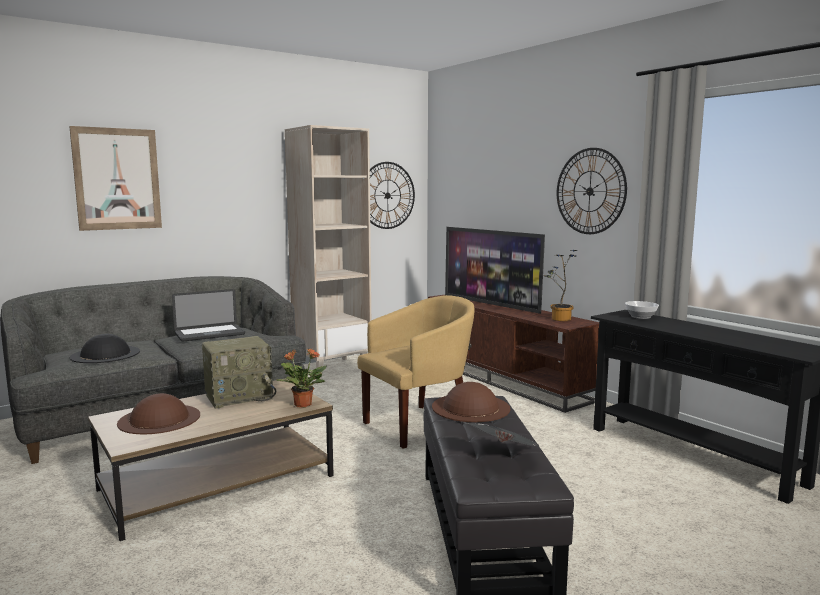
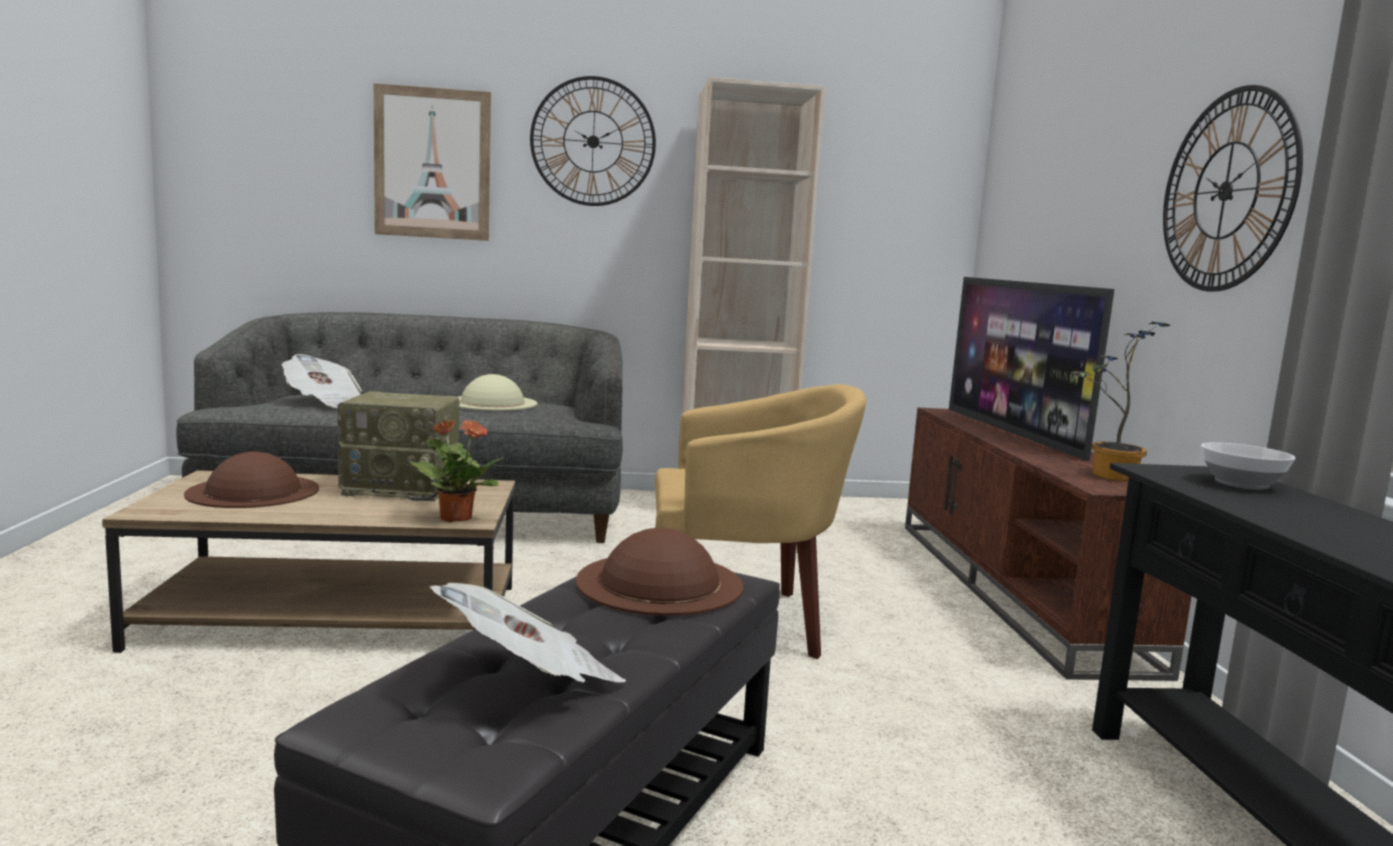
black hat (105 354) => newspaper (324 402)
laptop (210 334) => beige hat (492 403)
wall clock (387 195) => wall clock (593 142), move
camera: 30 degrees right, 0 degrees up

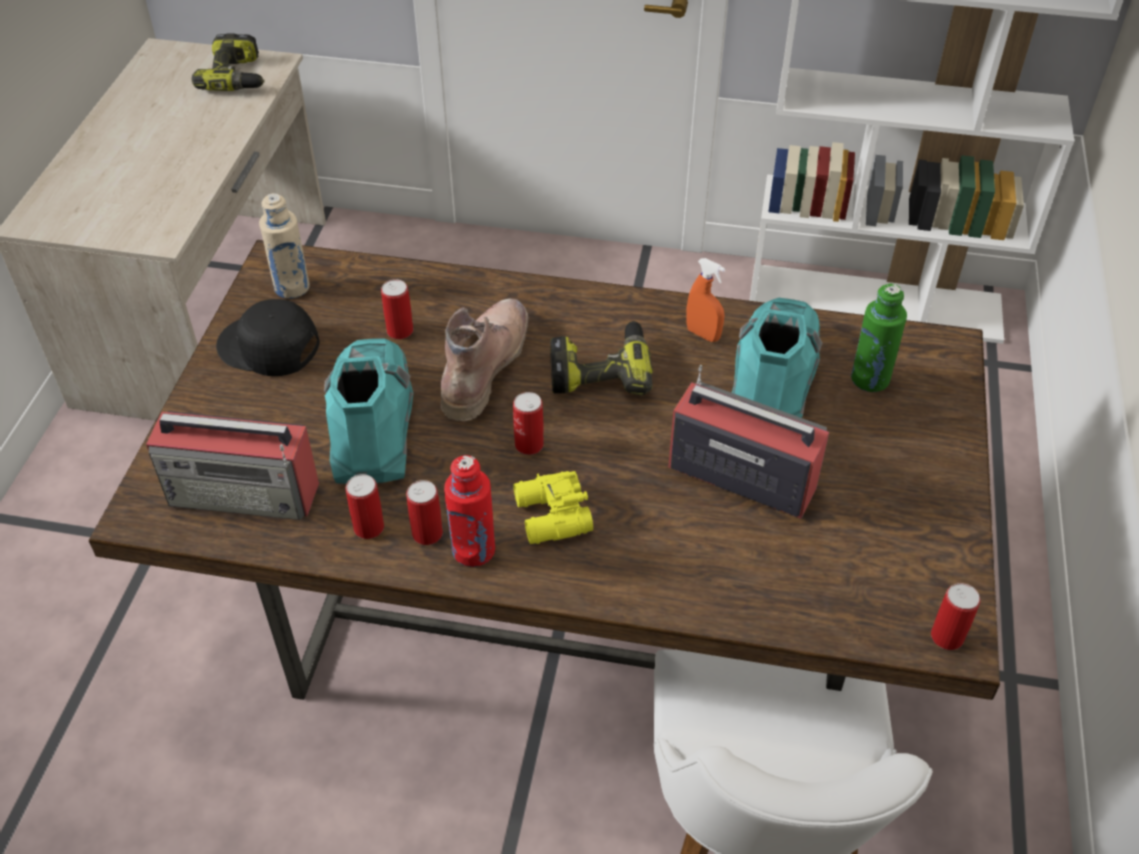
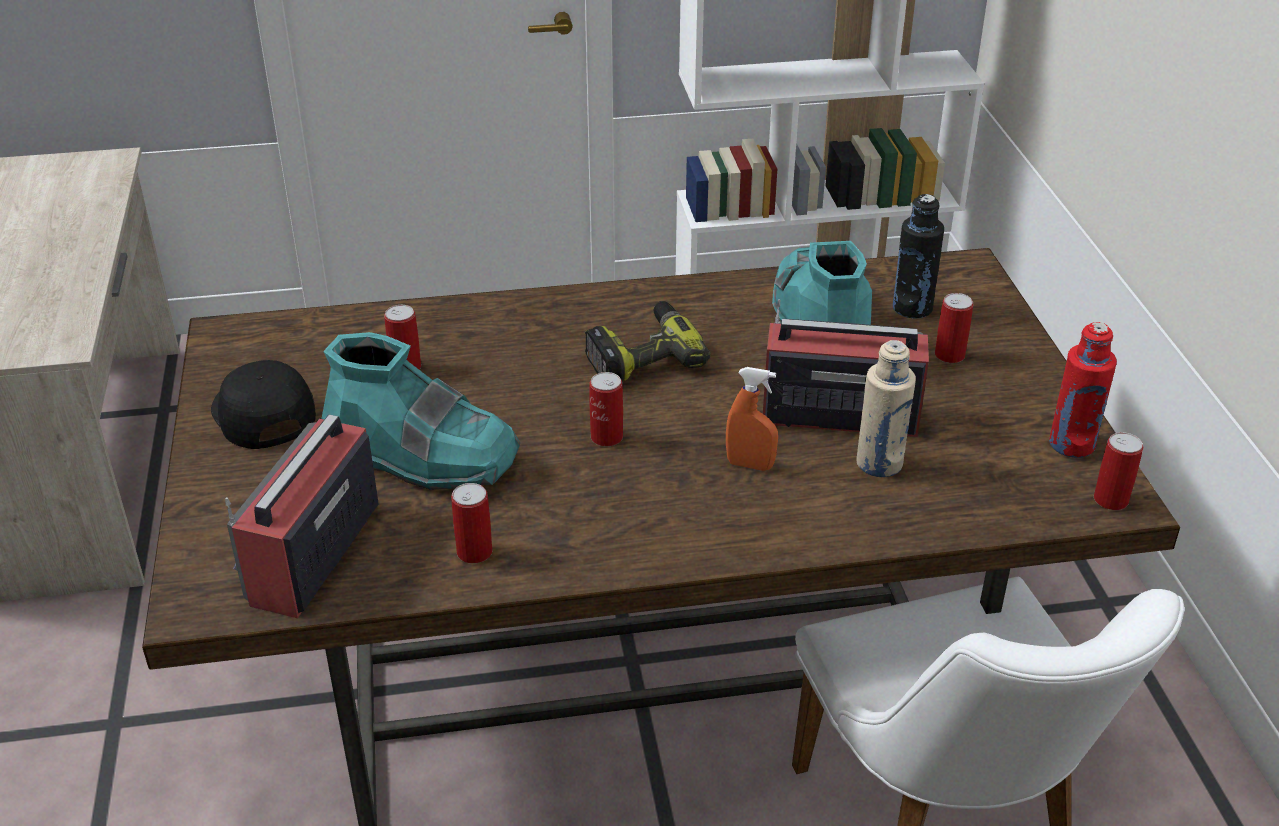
radio (245 493) => radio (312 555), 120 degrees clockwise
power drill (237 77) => nothing
black cap (268 347) => black cap (261 413), 60 degrees clockwise
beige bottle (292 287) => beige bottle (879 463), move
turquoise boot (371 423) => turquoise boot (422 457), 135 degrees clockwise
can (427 533) => can (949 355), move
brown boot (484 365) => nothing
red bottle (473 550) => red bottle (1071 444), move
yellow binoculars (551 517) => nothing
orange spray bottle (703 334) => orange spray bottle (750 465), move
green bottle (870 379) => black bottle (912 308)
camera: 20 degrees left, 10 degrees down

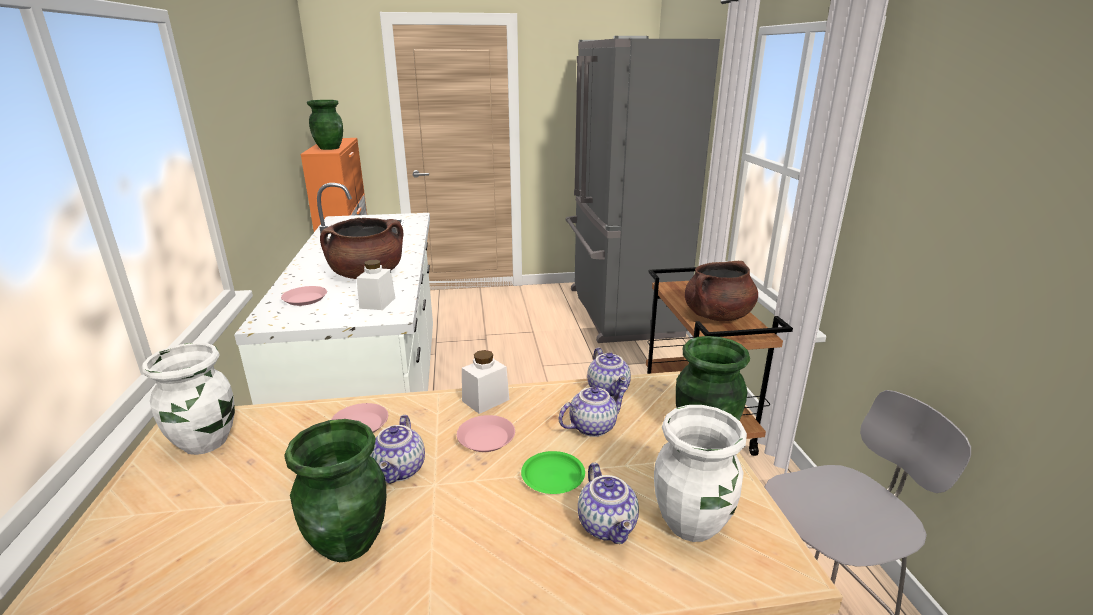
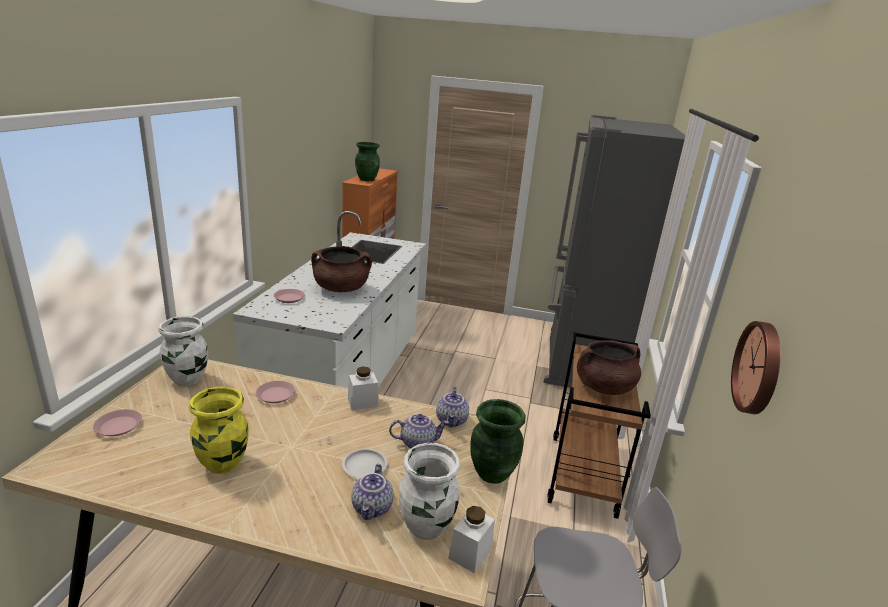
green vase (350 543) => yellow vase (223 463)
white jar (377 303) => white jar (470 553), move
teapot (400 470) => nothing
pink plate (486 438) => pink plate (119 426), move
green plate (553 476) => white plate (364 466)
nothing => wall clock (760 368)
camera: 20 degrees right, 0 degrees up

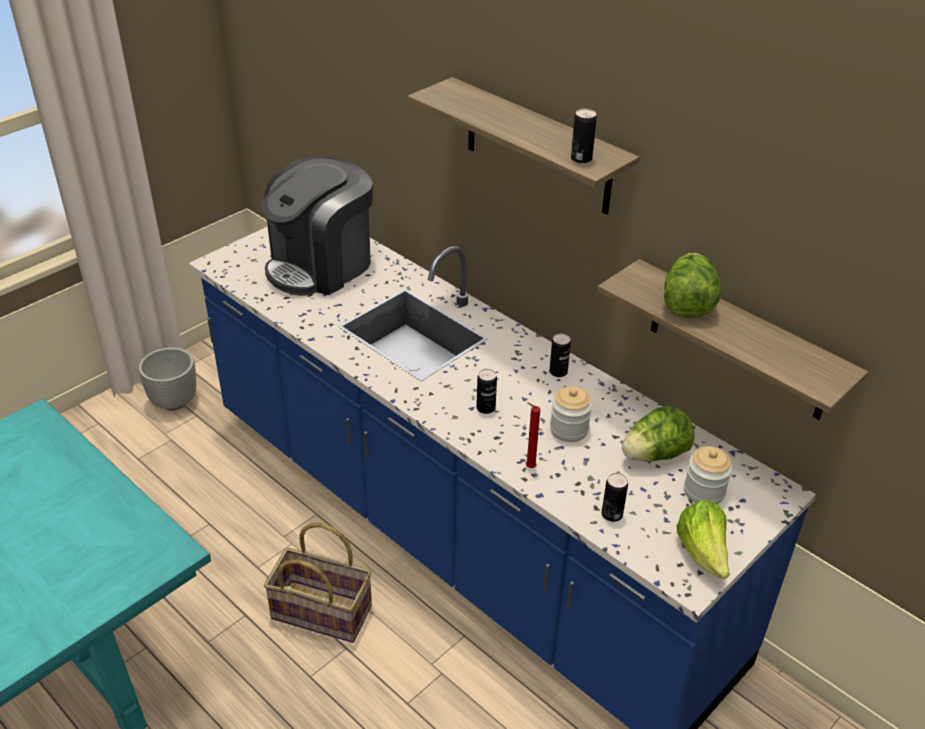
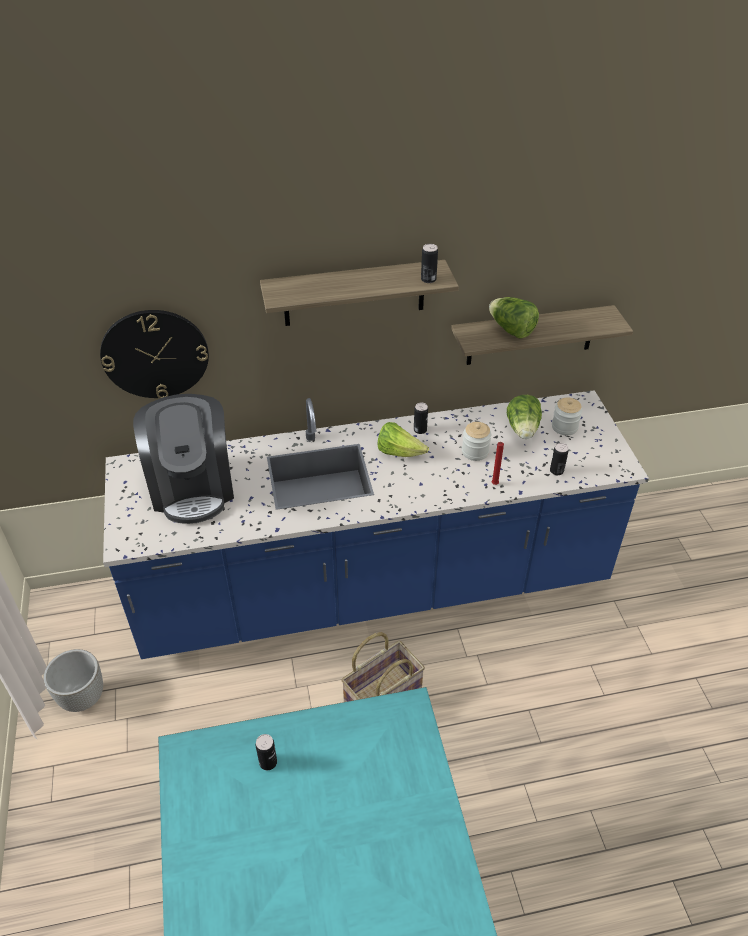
can (485 408) => can (268 762), move
lettuce (703 553) => lettuce (399 452), move
nothing => wall clock (155 354)
camera: 55 degrees left, 5 degrees up

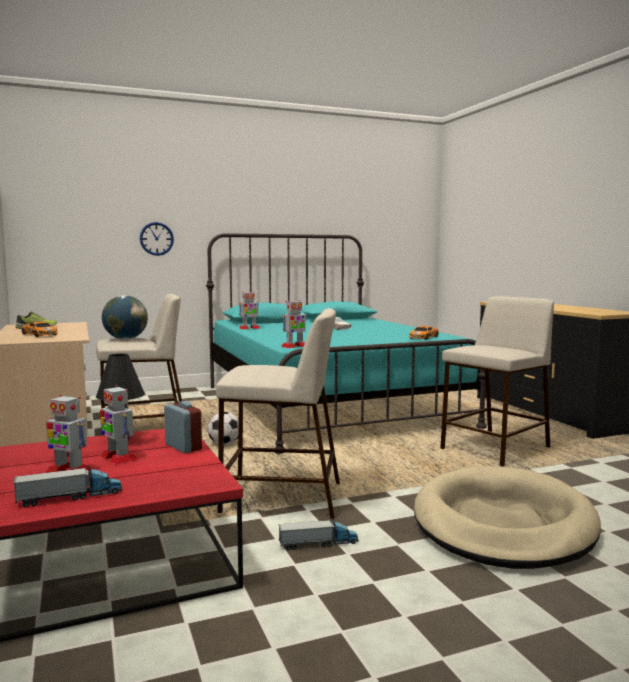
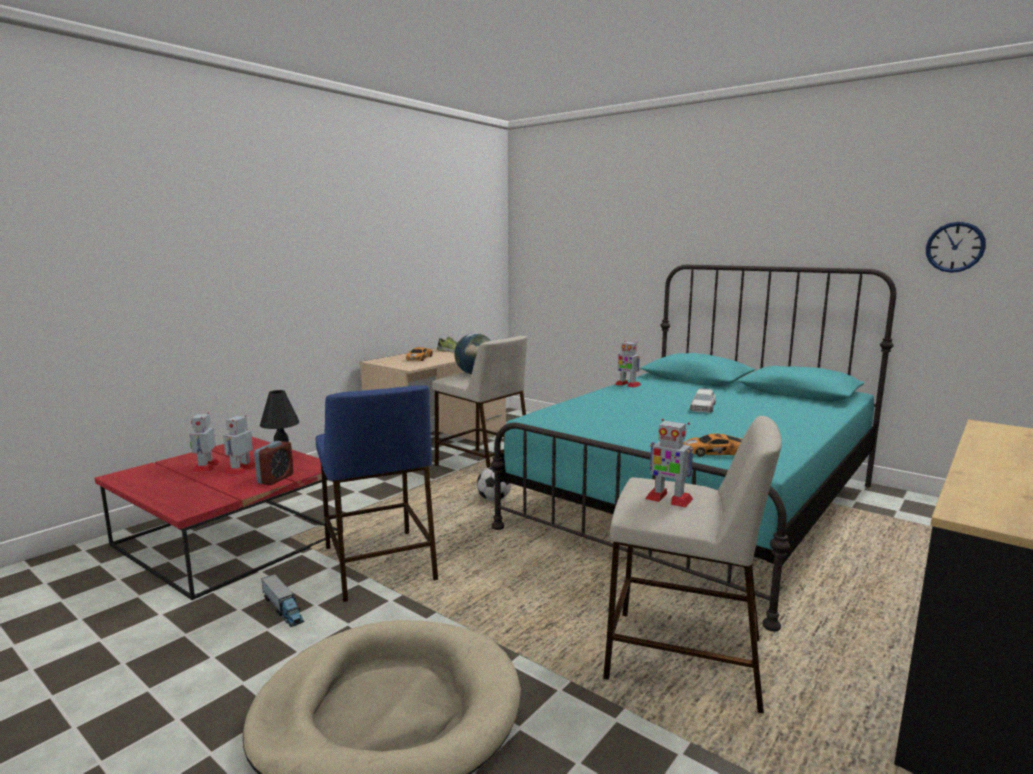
toy truck (70 497) => nothing
wall clock (156 238) => wall clock (955 247), move
beige stool (280 498) => blue stool (378 563)
toy robot (294 346) => toy robot (668 499), move
camera: 60 degrees right, 5 degrees up

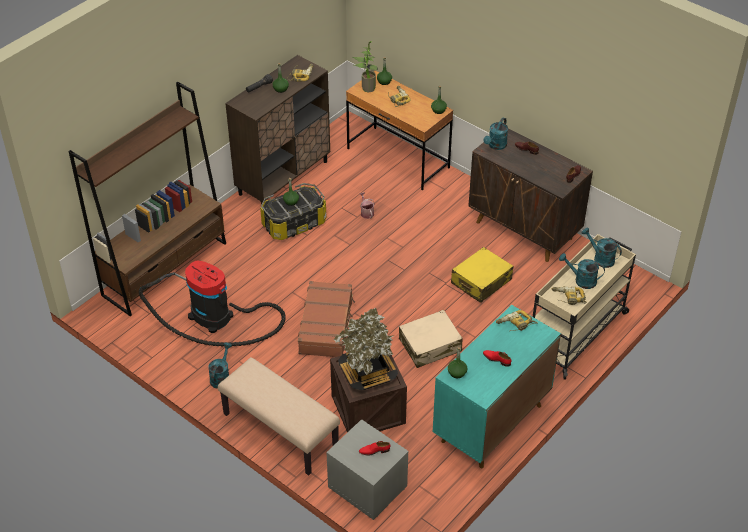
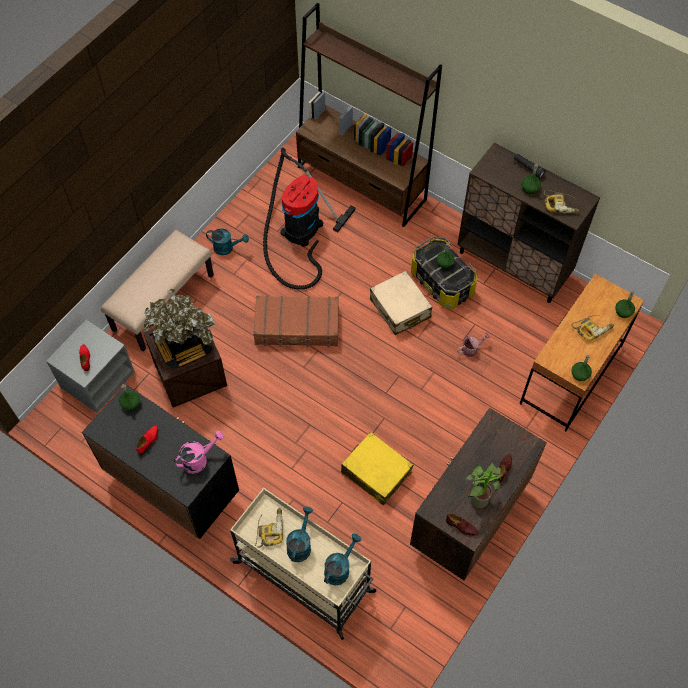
potted plant (366 88) => potted plant (478 497), move
beige suitcase (430 345) => beige suitcase (400 308), move
turquoise cabinet (491 424) => black cabinet (172 487)
turquoise watering can (496 146) => nothing
power drill (515 325) => pink watering can (199 459)
camera: 85 degrees right, 15 degrees up

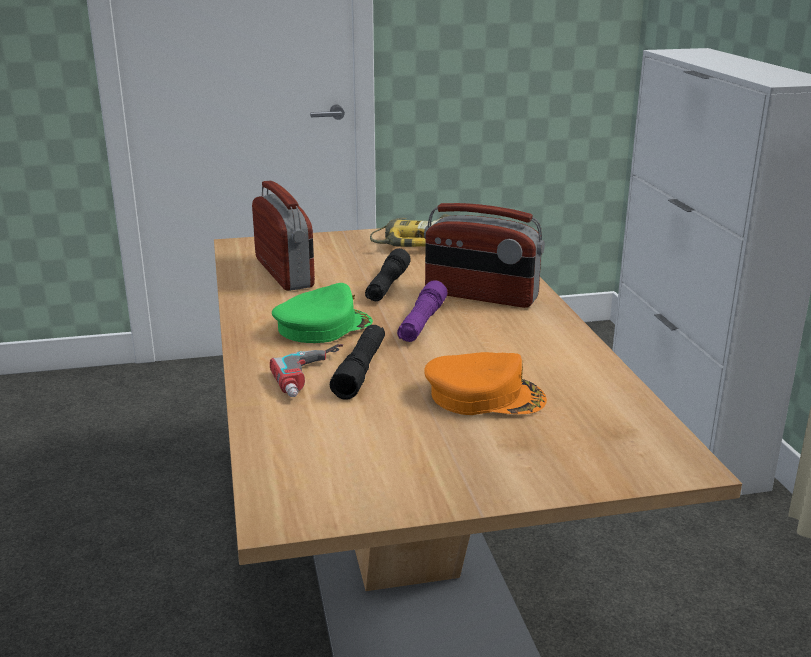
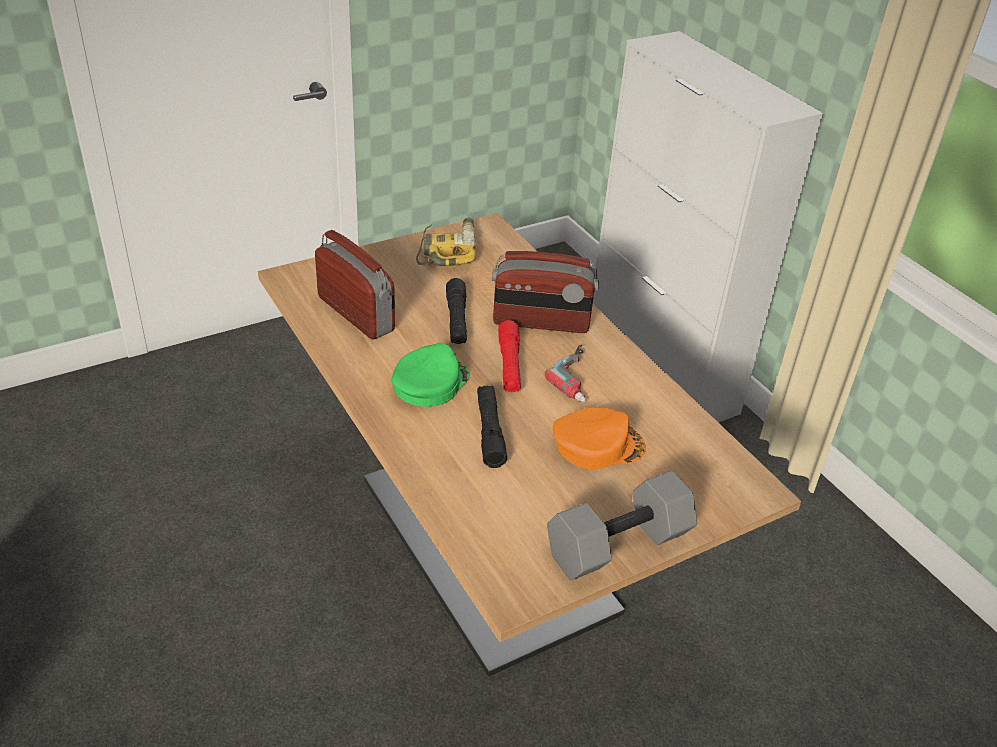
power drill (316 377) => power drill (580 378), move
purple flashlight (422 323) => red flashlight (509 365)
nothing => grey dumbbell (618 547)
camera: 20 degrees left, 15 degrees up

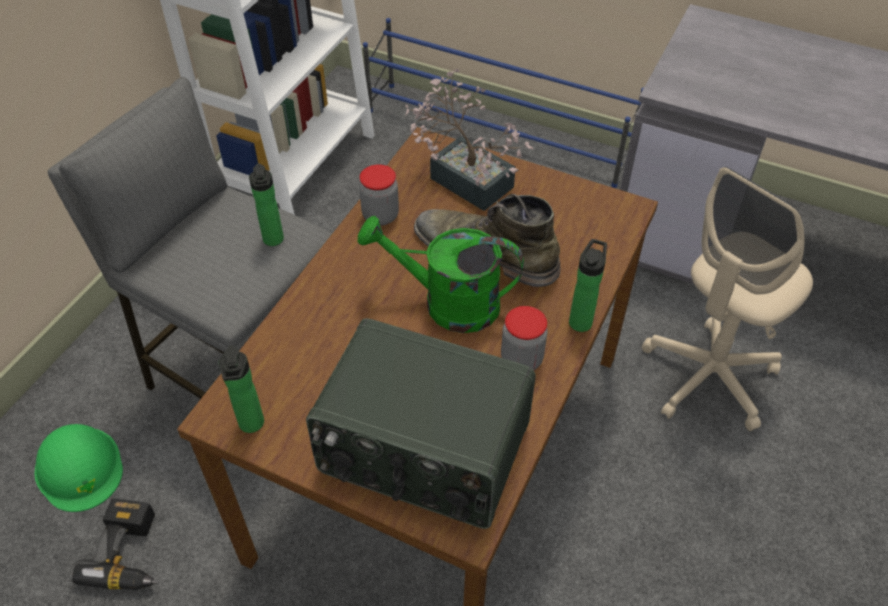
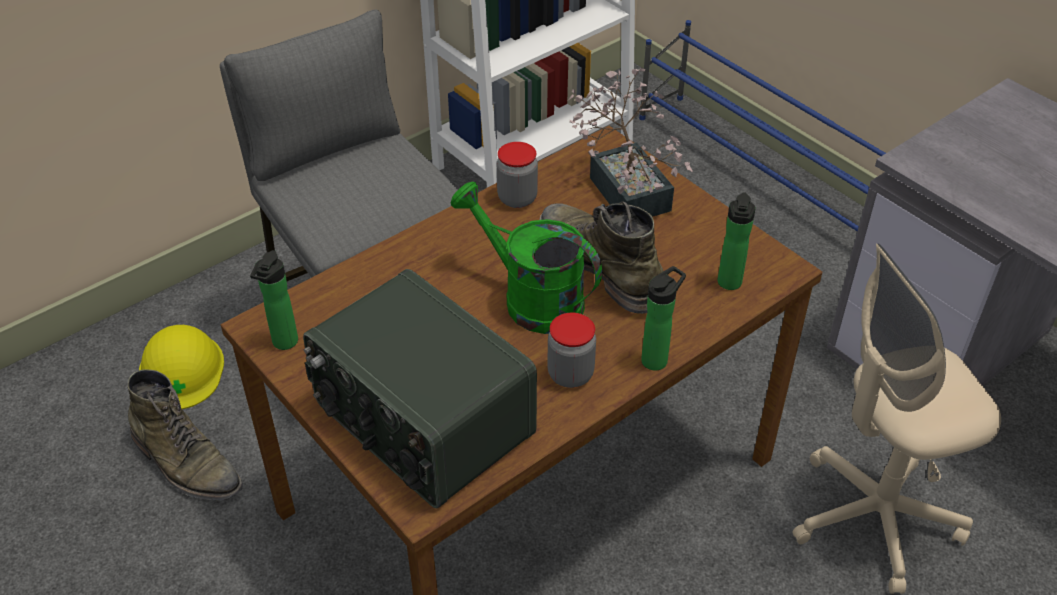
green hard hat (79 468) => yellow hard hat (181 370)
power drill (132 553) => green boot (186 463)
bottle (273 241) => bottle (729 285), move
camera: 25 degrees right, 5 degrees down

